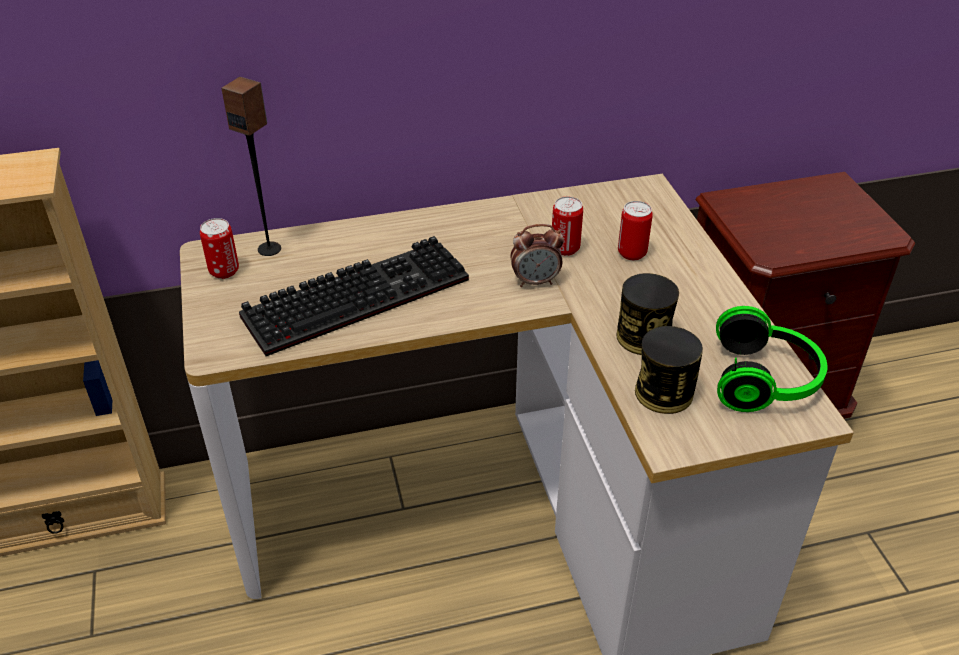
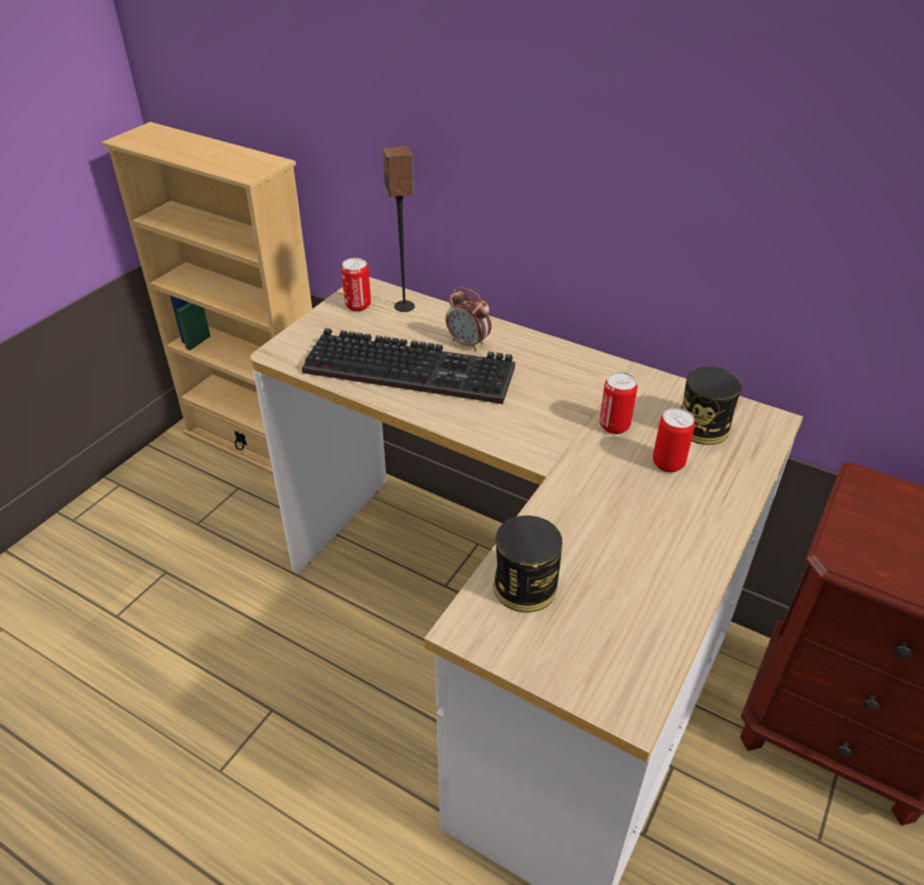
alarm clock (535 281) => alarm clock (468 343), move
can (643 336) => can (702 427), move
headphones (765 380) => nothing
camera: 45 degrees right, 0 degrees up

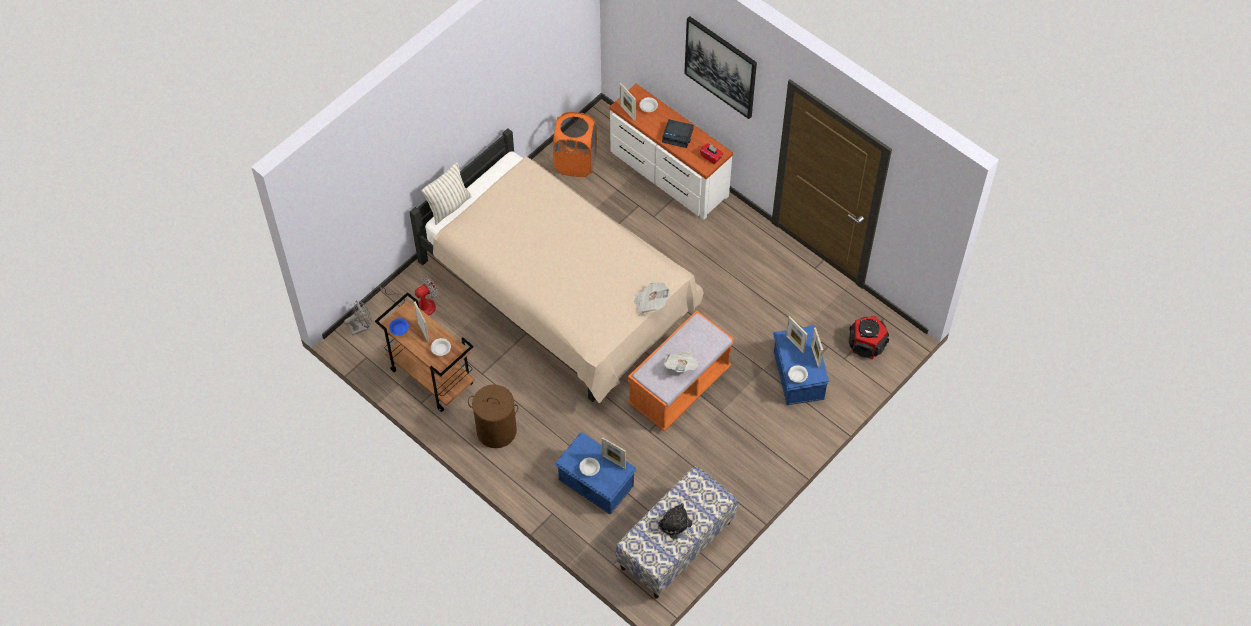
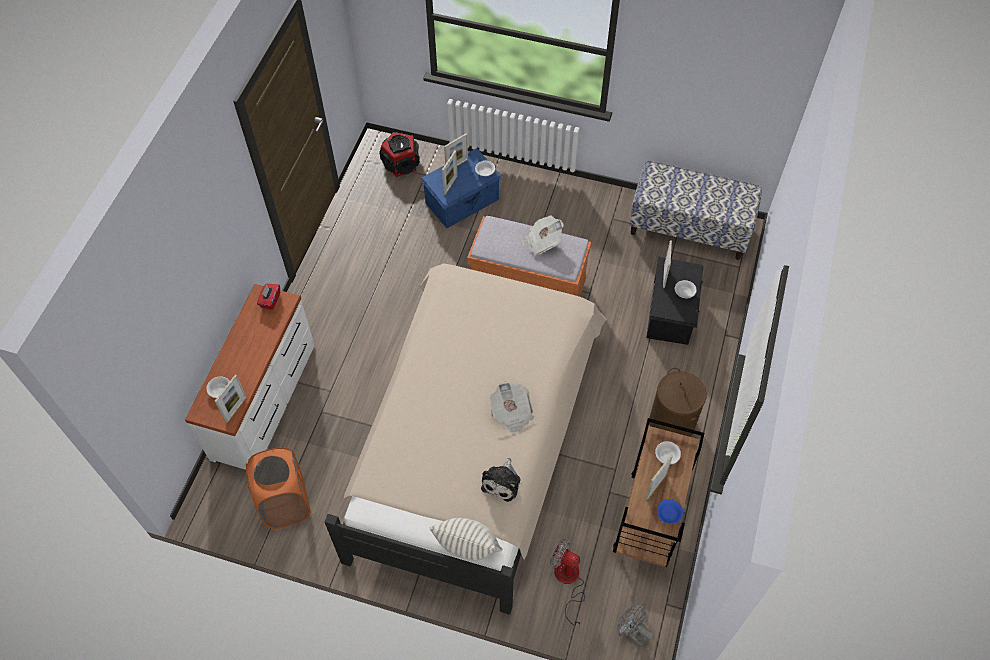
blue storage box (596 484) => black storage box (671 312)
newspaper (650 302) => newspaper (511 413), move
plush toy (676 526) => plush toy (502 482), move
alarm clock (678 135) => nothing
picture (721 67) => nothing
camera: 115 degrees left, 0 degrees up

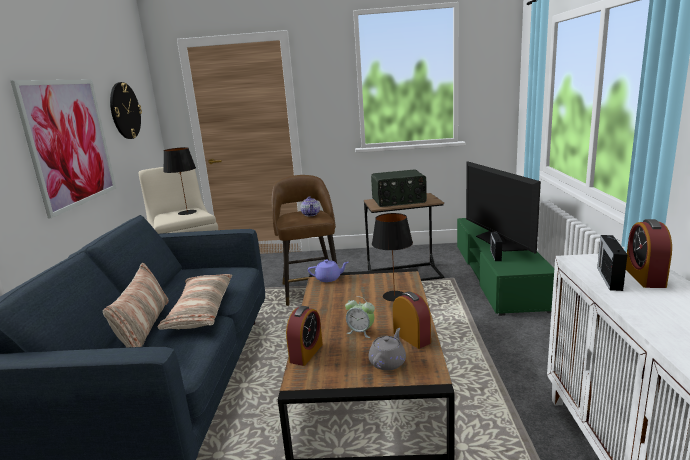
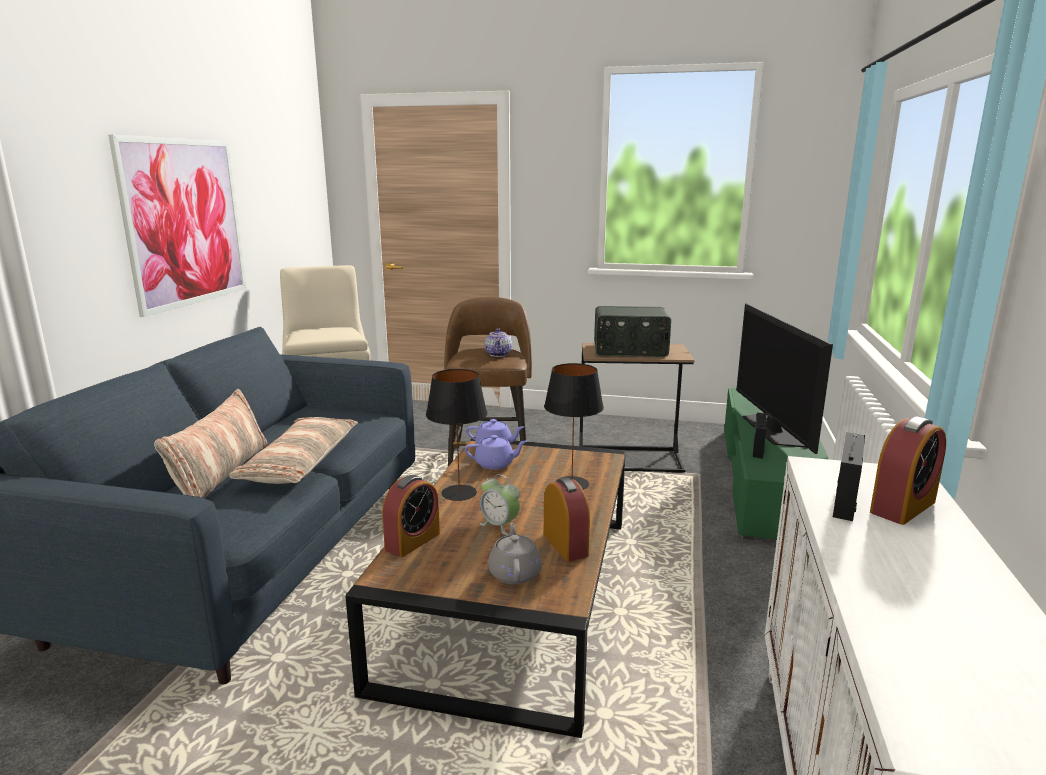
wall clock (125 111) => nothing
black table lamp (187 212) => black table lamp (458 493), move
grey teapot (388 362) => grey teapot (514 572), 45 degrees counterclockwise
alarm clock (644 277) => alarm clock (902 507), 150 degrees counterclockwise
nothing => purple teapot (495 464)
camera: 10 degrees right, 0 degrees up

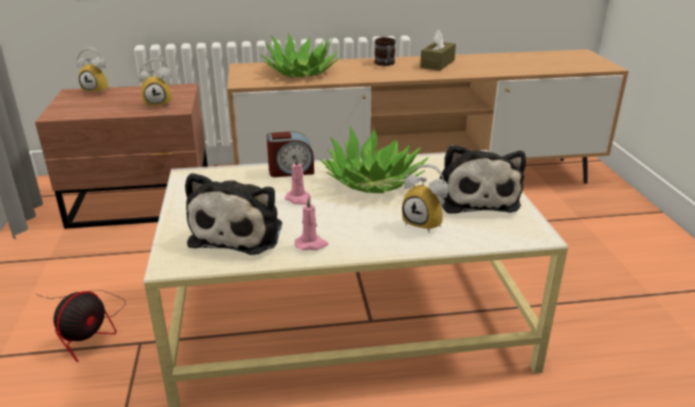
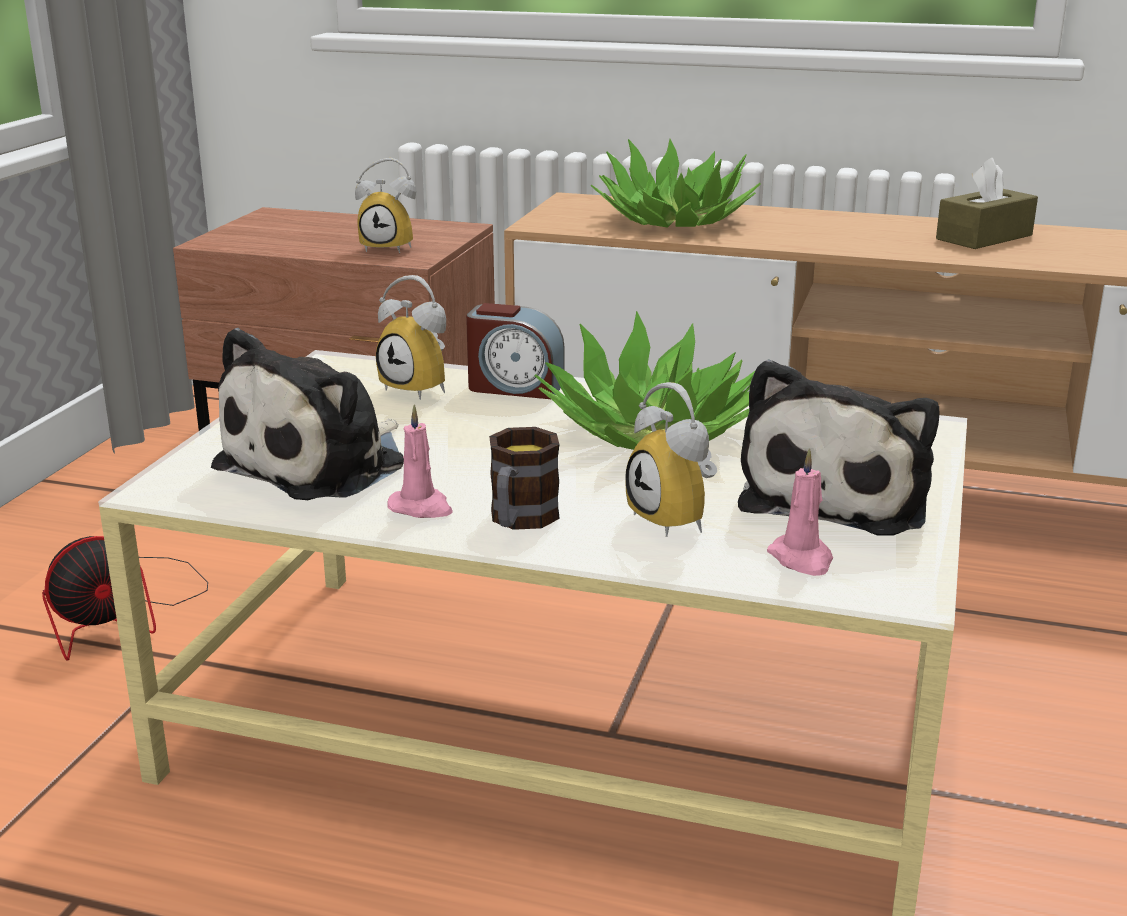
alarm clock (99 91) => alarm clock (422 388), move
pink candle (299 199) => pink candle (802 559), move
mug (385 64) => mug (519 521), move
camera: 25 degrees right, 5 degrees down

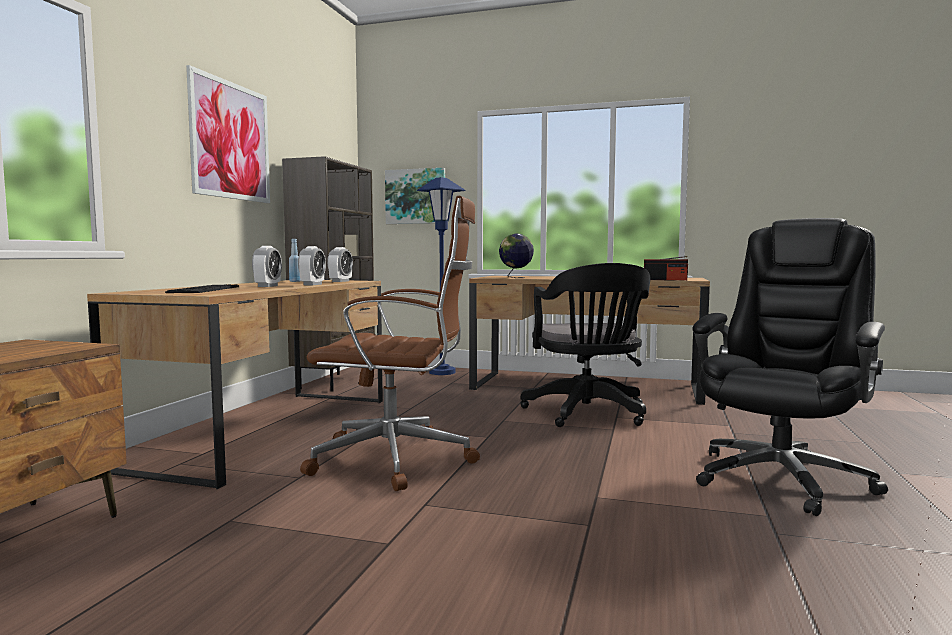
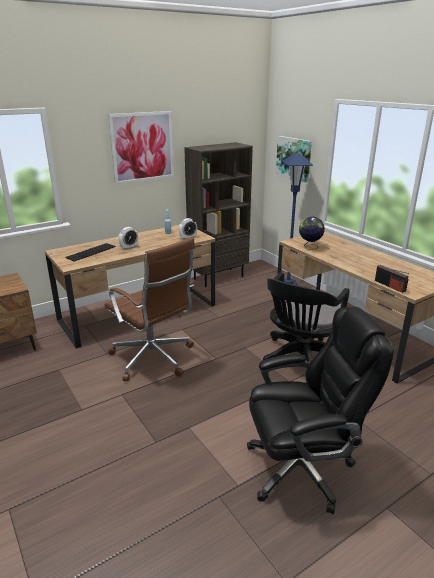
alarm clock (312 284) => nothing
camera: 40 degrees right, 20 degrees up

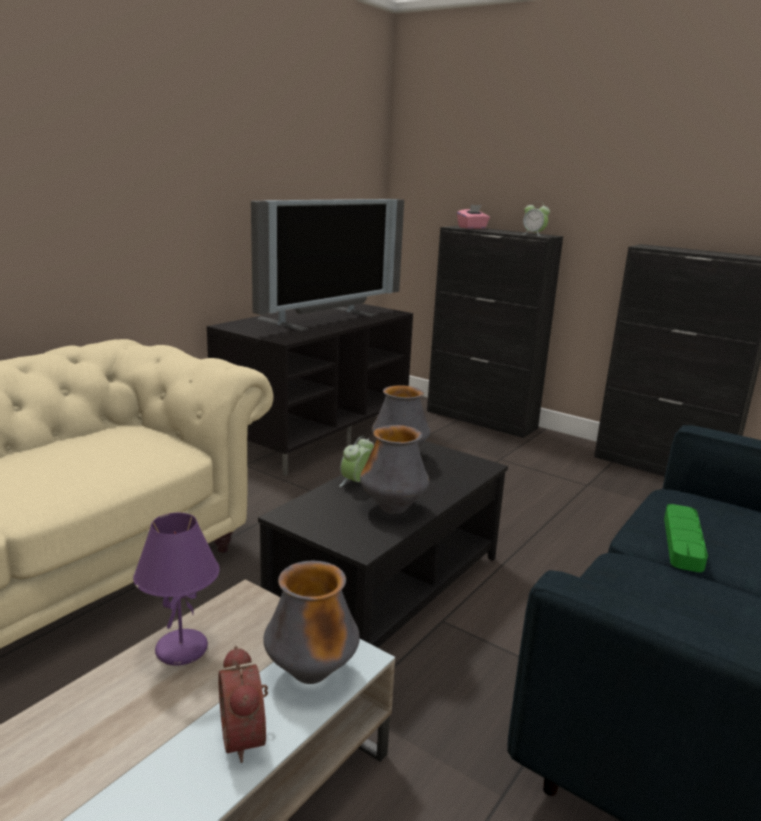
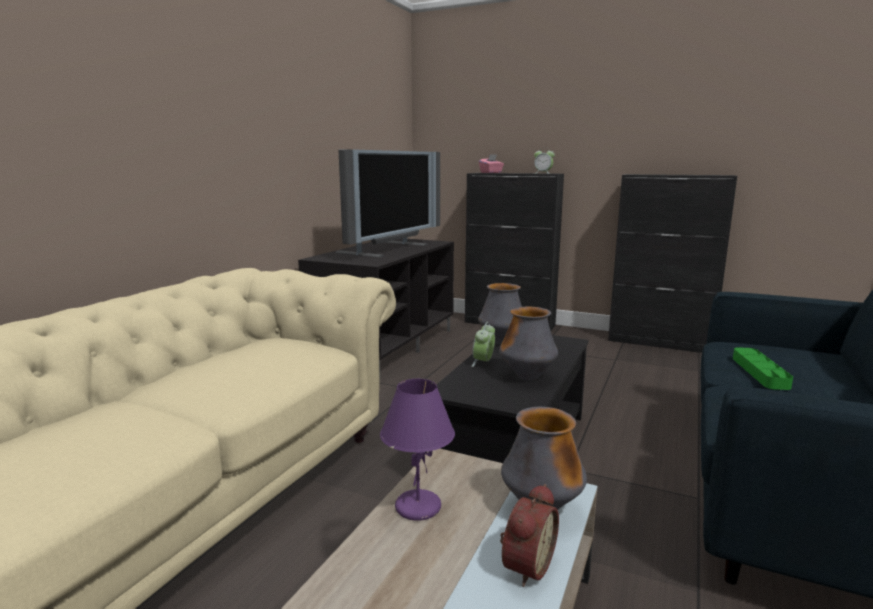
alarm clock (247 736) => alarm clock (525 565), 120 degrees counterclockwise
camera: 10 degrees left, 5 degrees down

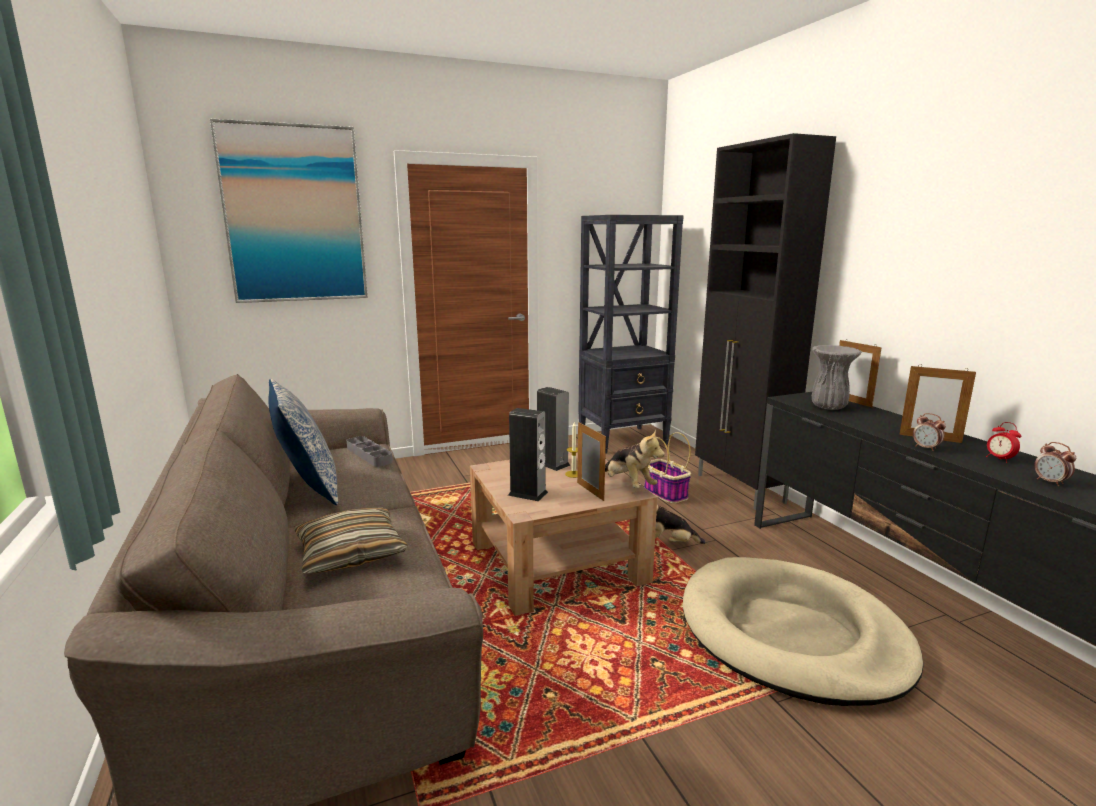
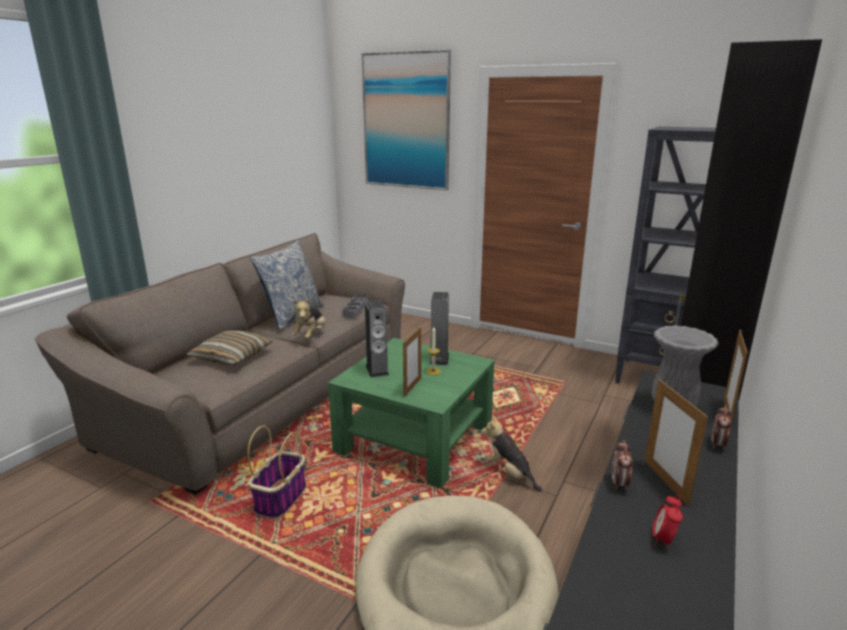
brown coffee table (557 561) => green coffee table (415 438)
plush toy (628 484) => plush toy (311 335), move
basket (664 493) => basket (281 498), move
alarm clock (1050 482) => alarm clock (718 444), move
camera: 50 degrees right, 5 degrees up

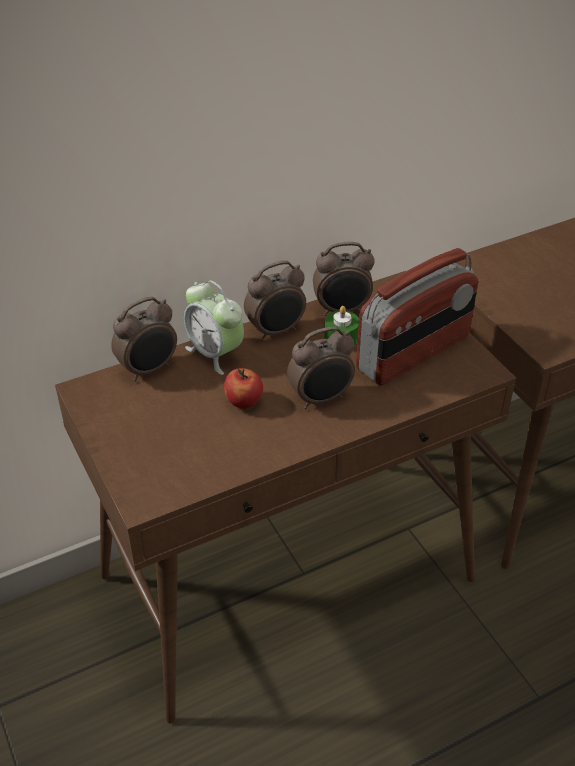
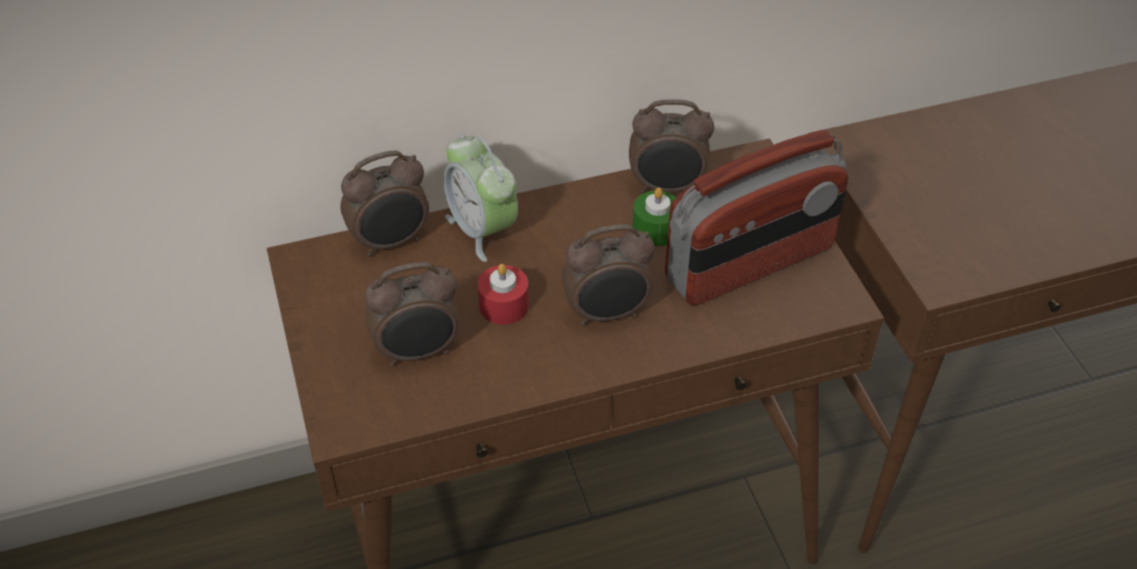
apple (244 402) => red candle (504 305)
alarm clock (276 331) => alarm clock (418 352), move
camera: 10 degrees right, 5 degrees up

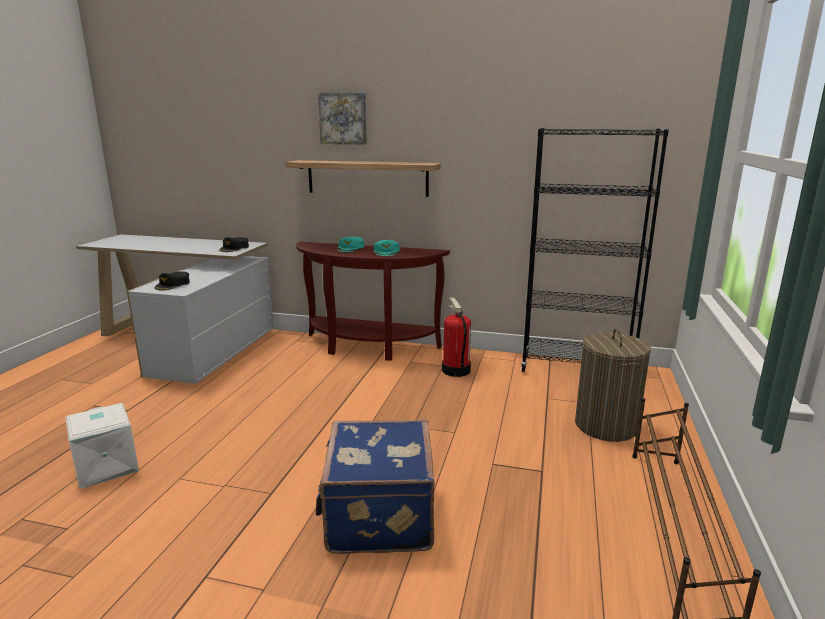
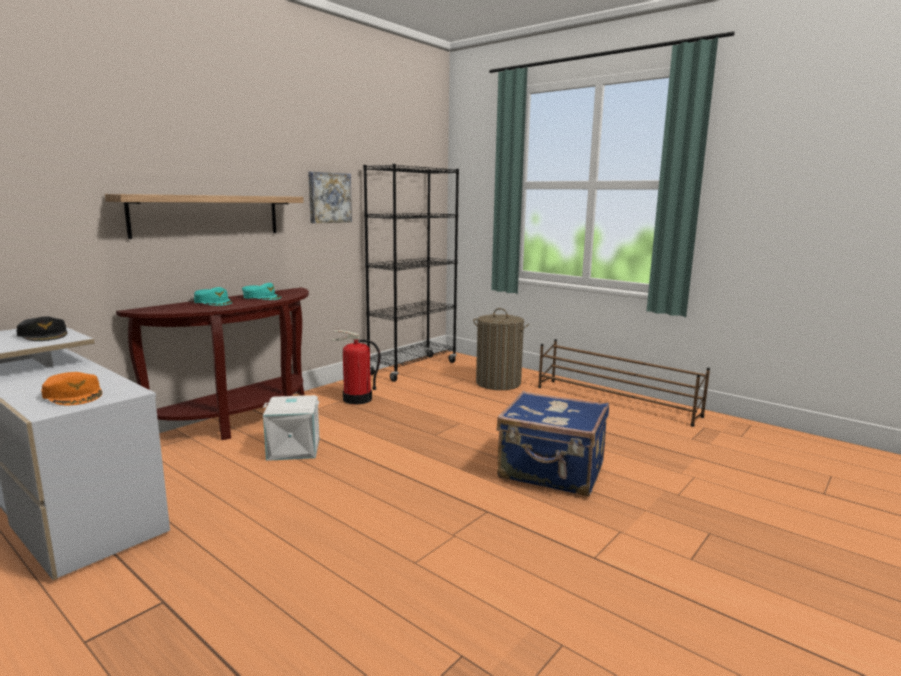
white storage box (105 466) => white storage box (293 449), move
black cap (173 285) => orange cap (74 395)
picture (343 118) => picture (329 197), move
camera: 65 degrees left, 5 degrees down

